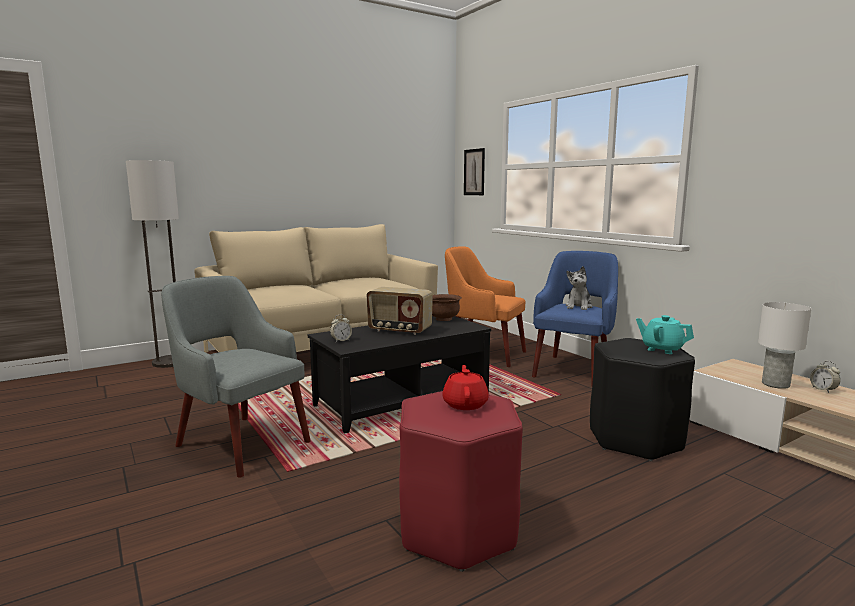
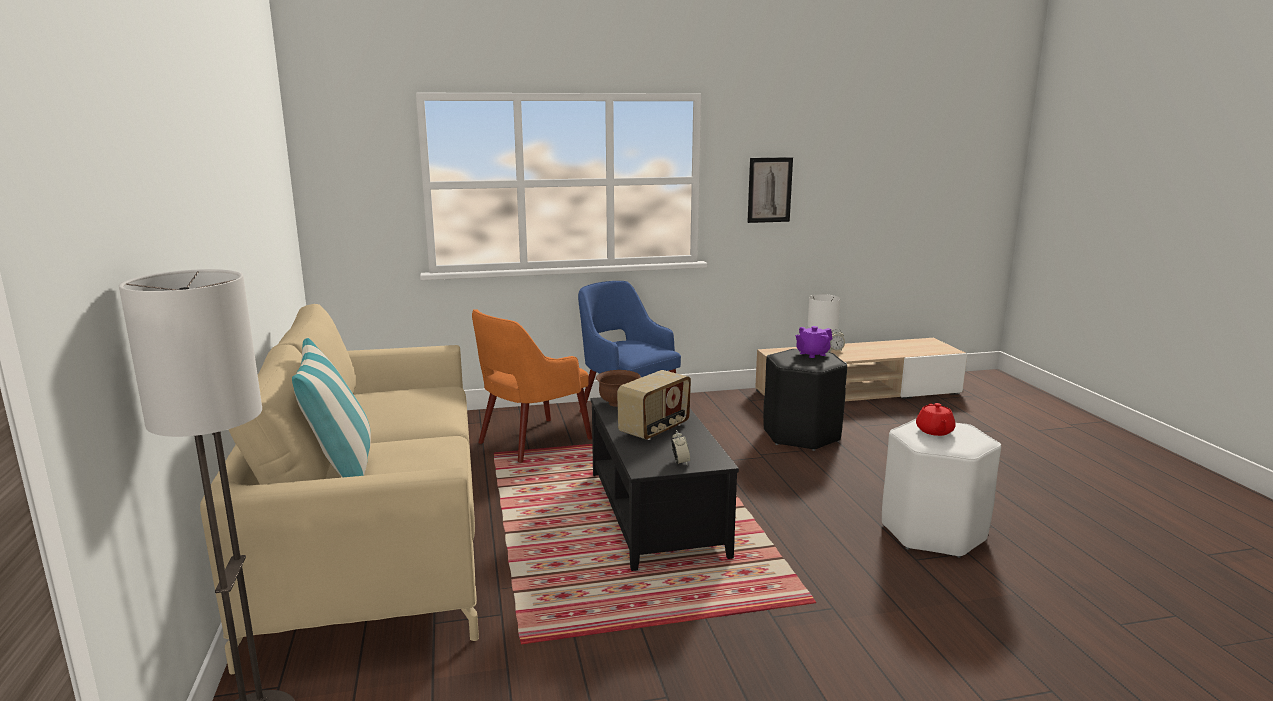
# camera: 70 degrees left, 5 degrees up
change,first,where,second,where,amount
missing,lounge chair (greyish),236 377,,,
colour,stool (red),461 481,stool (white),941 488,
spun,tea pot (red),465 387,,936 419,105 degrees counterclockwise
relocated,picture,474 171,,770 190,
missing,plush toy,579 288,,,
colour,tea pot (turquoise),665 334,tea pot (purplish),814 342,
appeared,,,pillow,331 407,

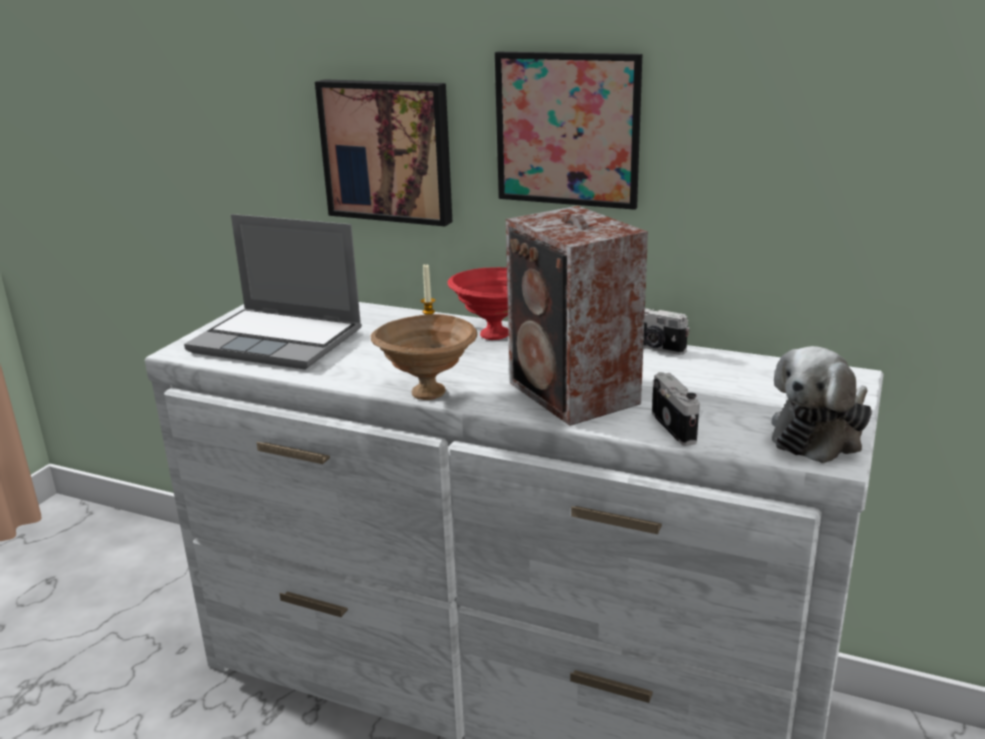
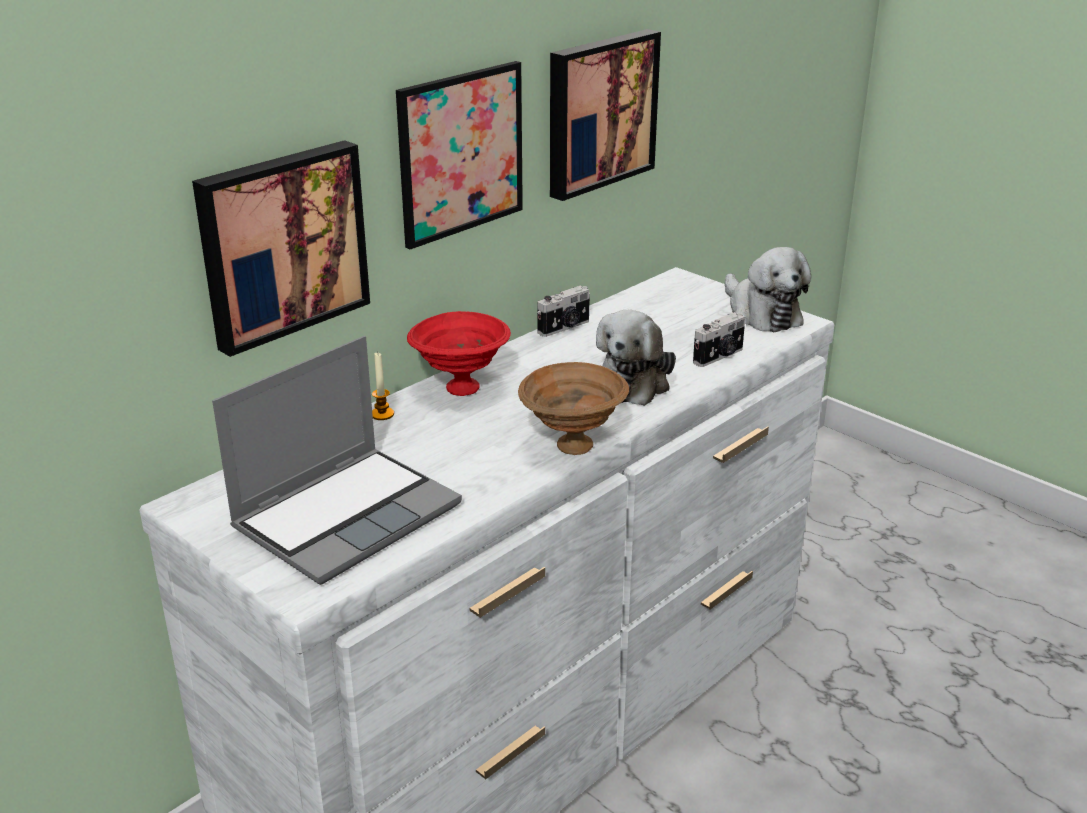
# camera: 70 degrees left, 5 degrees up
change,first,where,second,where,amount
exchanged,loudspeaker,577 316,plush toy,636 358,
spun,still camera,676 409,,719 339,135 degrees clockwise
appeared,,,picture,605 115,

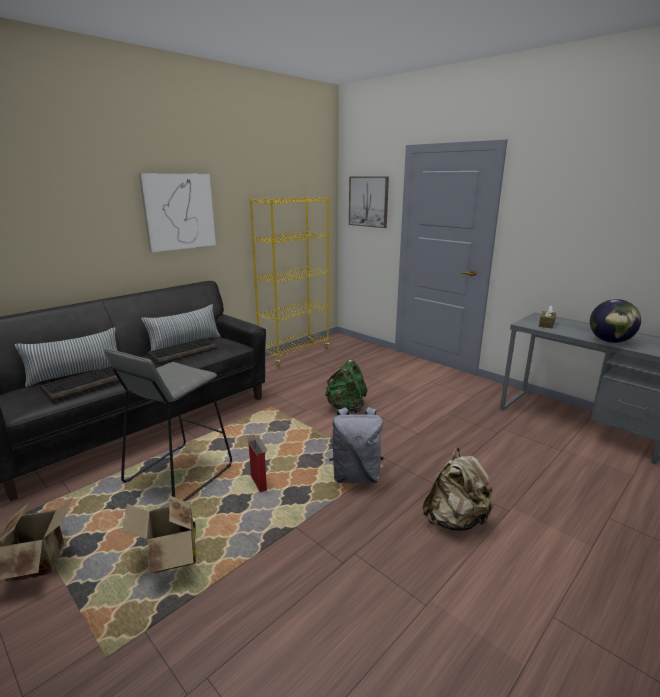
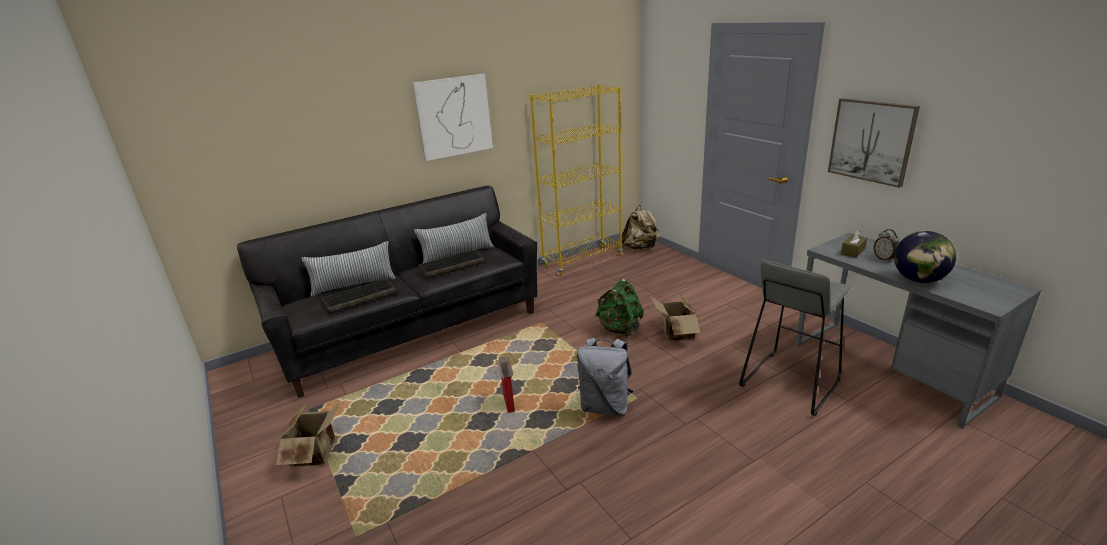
# camera: 15 degrees right, 5 degrees up
change,first,where,second,where,amount
relocated,stool (greyish),168 425,,795 338,
relocated,carton,159 534,,675 317,
relocated,picture,369 202,,874 143,
relocated,knapsack (beige-coloured),458 489,,641 227,
appeared,,,bedside clock,887 245,

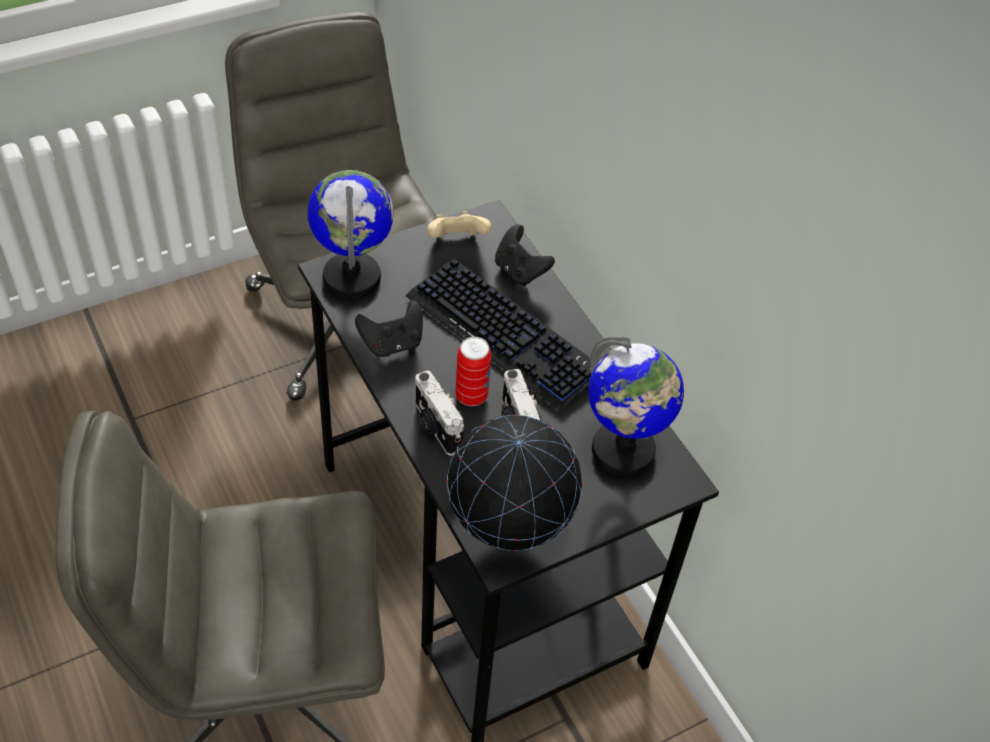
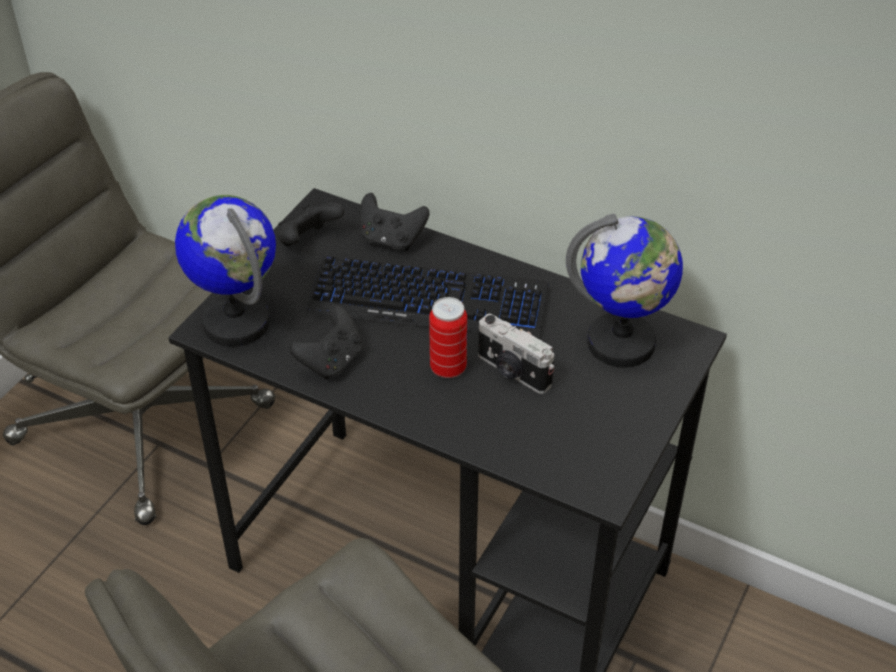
# camera: 30 degrees left, 5 degrees down
change,first,where,second,where,amount
missing,still camera,439 413,,,
colour,joypad (beige-coloured),459 224,joypad (blackish),310 224,
missing,globe,514 482,,,

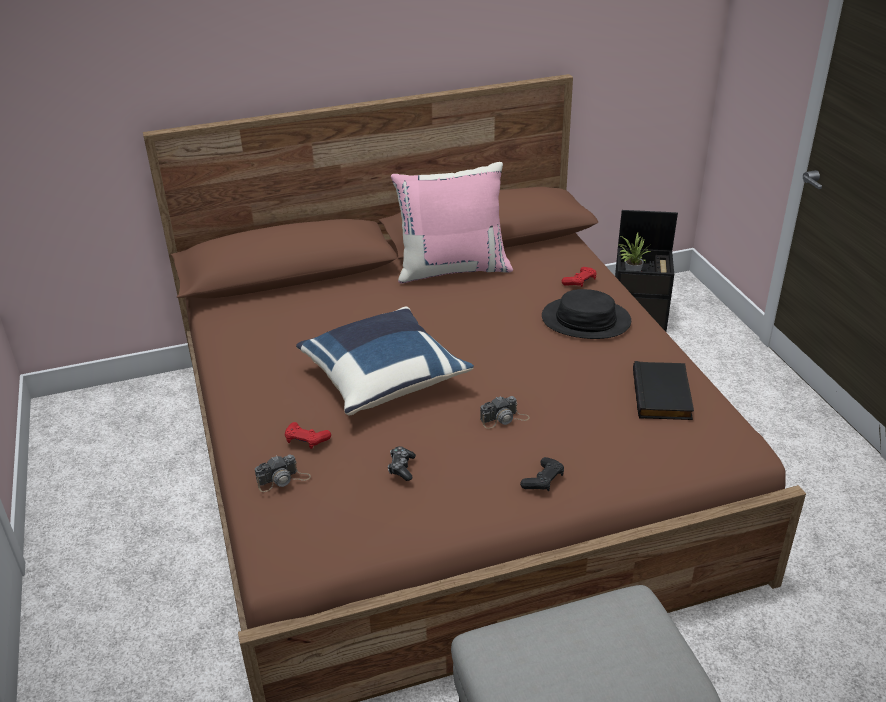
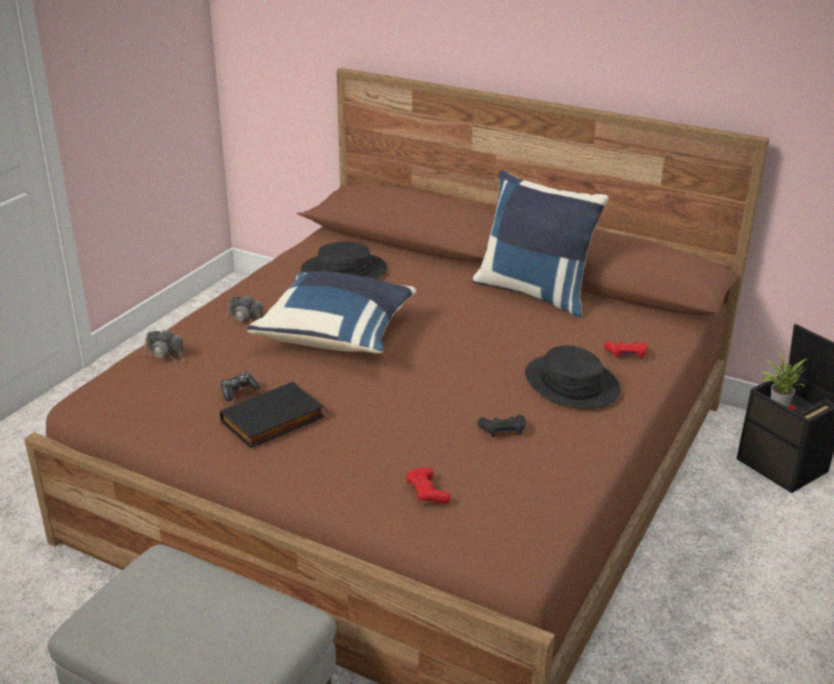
# camera: 45 degrees right, 5 degrees down
change,first,where,second,where,amount
relocated,joypad (red),308 435,,428 486,
colour,pillow (pink),452 223,pillow (blue-coloured),540 243,
relocated,still camera,505 412,,244 309,
relocated,joypad (blackish),542 474,,501 426,
relocated,bound book (blackish),663 390,,272 415,
appeared,,,wearable hat (blackish),344 260,

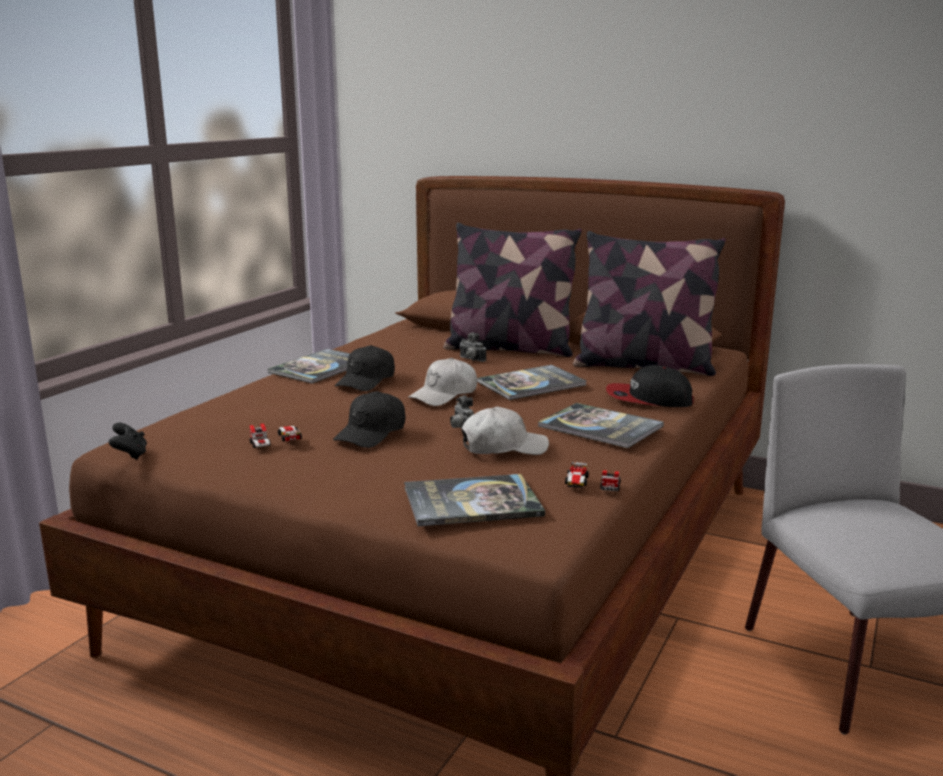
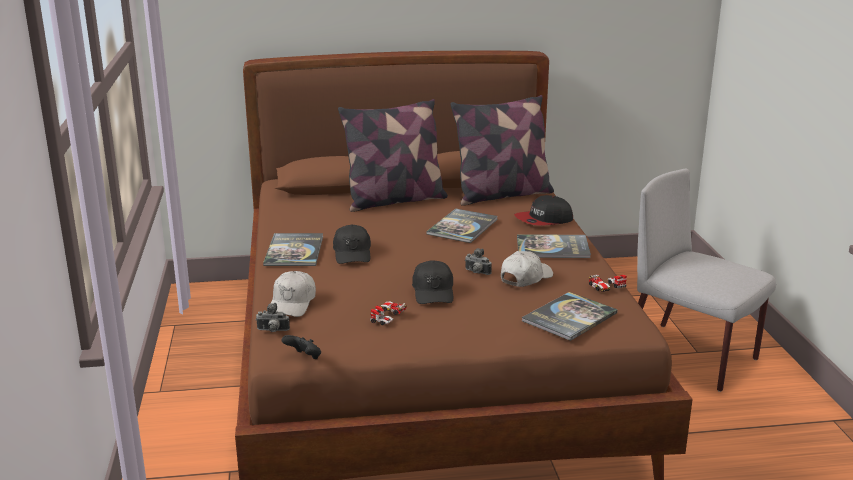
# camera: 35 degrees left, 5 degrees up
change,first,where,second,where,amount
relocated,cap (white),442 382,,293 294,
relocated,still camera,473 347,,273 317,

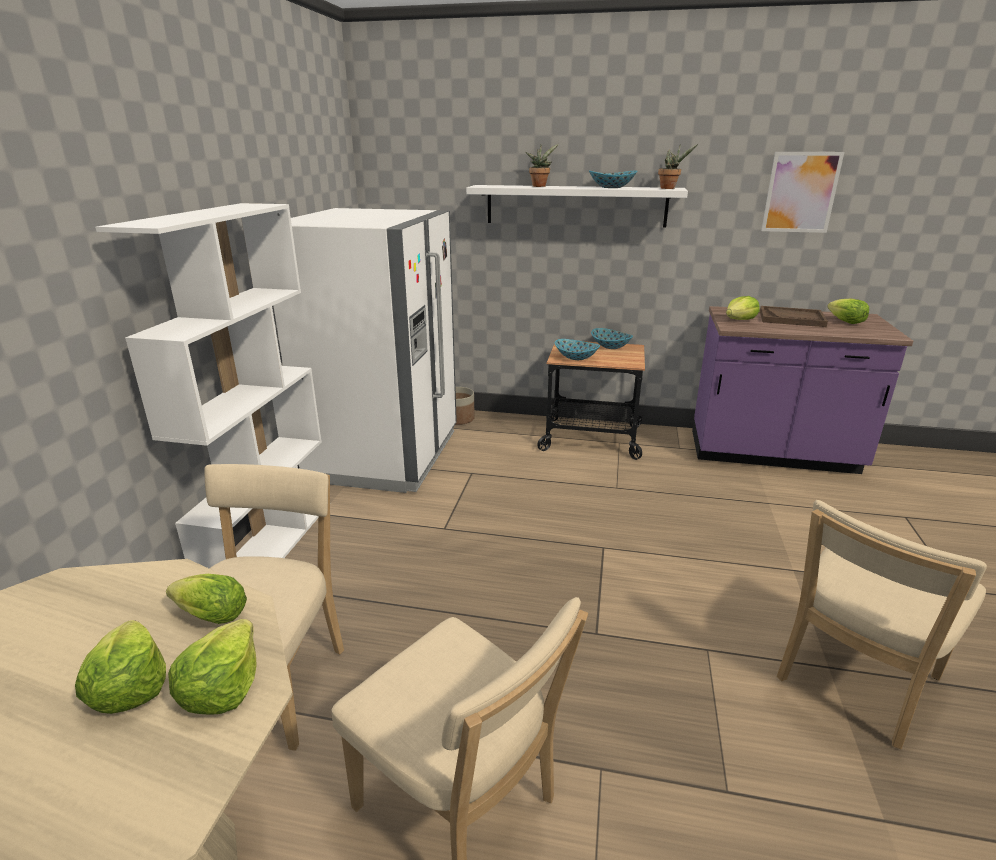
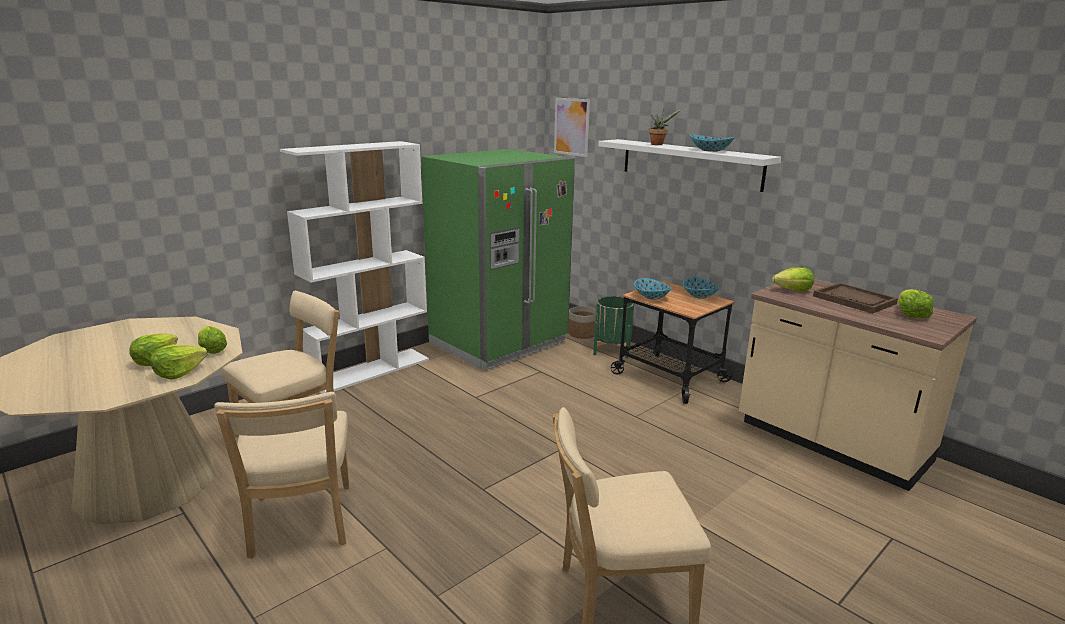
# camera: 35 degrees right, 5 degrees down
change,first,where,second,where,amount
colour,fridge (white),365 350,fridge (green),498 259,
missing,houseplant,678 166,,,
colour,kitchen base unit (purplish),802 390,kitchen base unit (beige-coloured),858 385,
relocated,picture,802 192,,572 127,
appeared,,,plant pot (green),613 327,

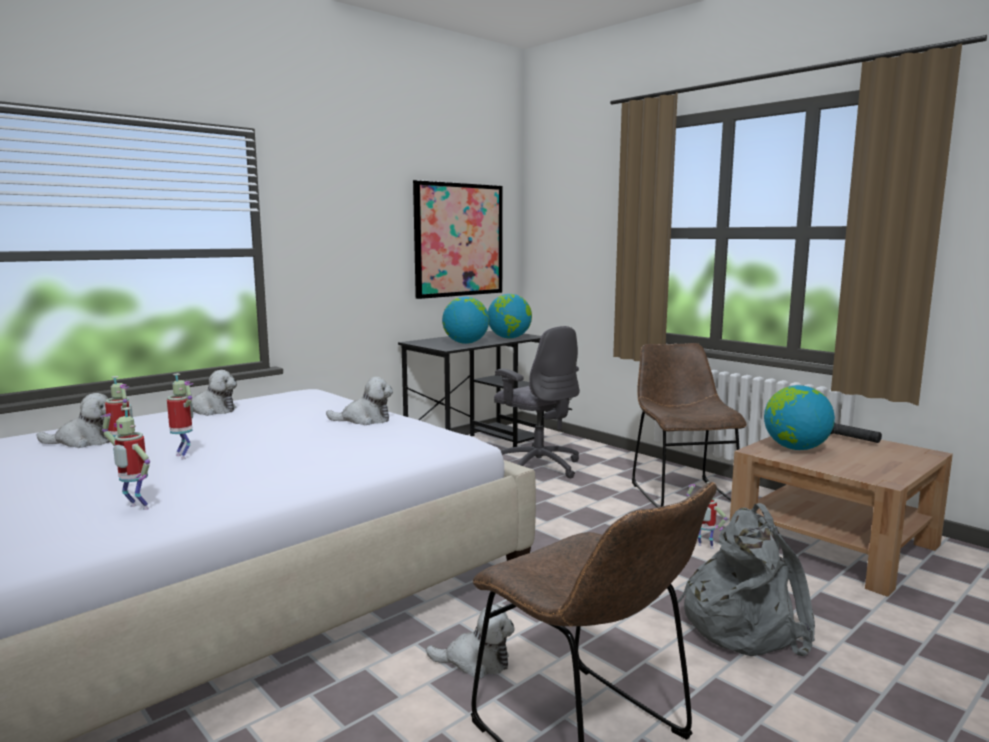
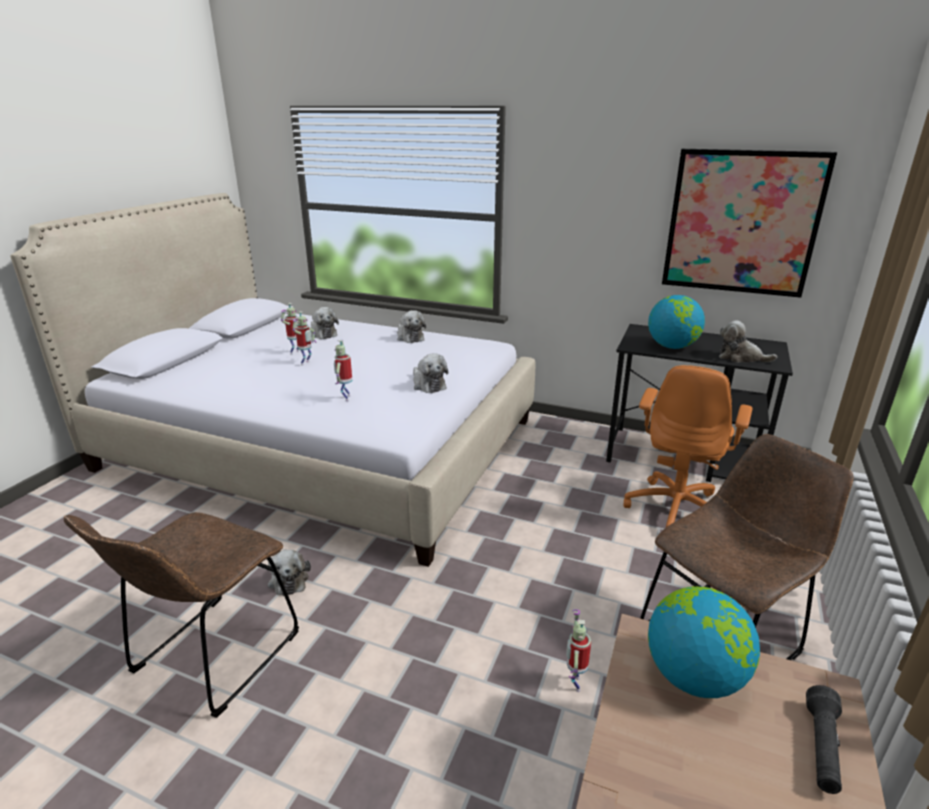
# camera: 65 degrees right, 15 degrees up
change,first,where,second,where,amount
relocated,model robot,125 458,,343 370,
exchanged,globe,510 316,plush toy,748 341,
colour,desk chair (greyish),537 402,desk chair (orange),688 446,
missing,knapsack (greyish),746 579,,,

